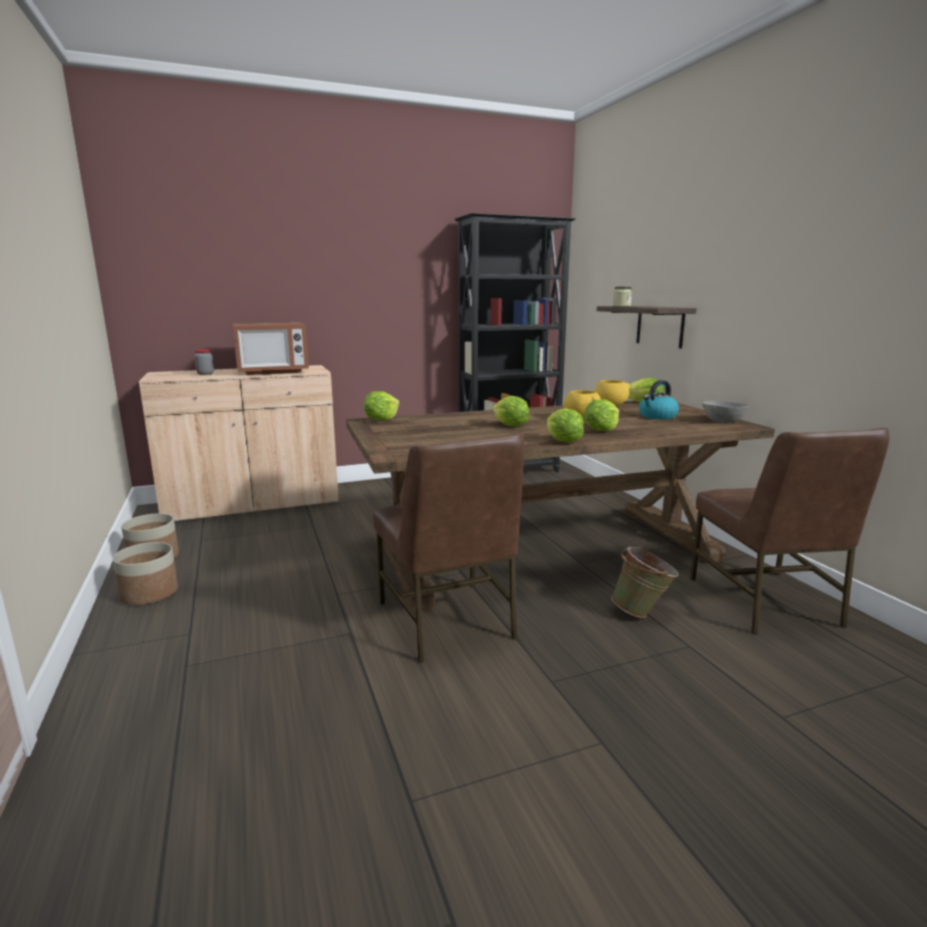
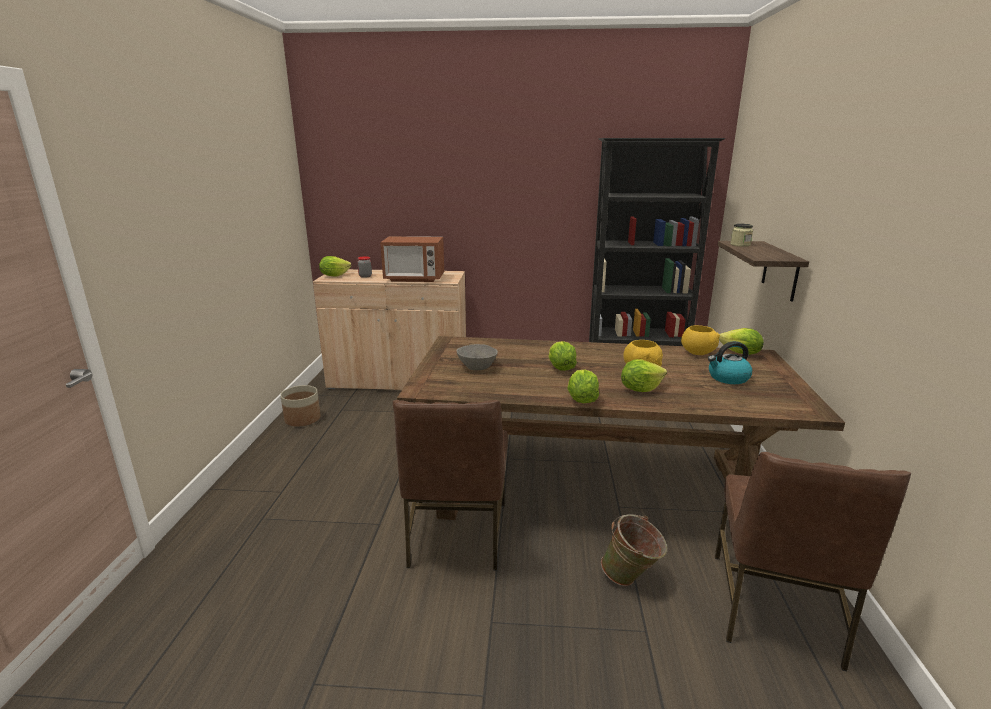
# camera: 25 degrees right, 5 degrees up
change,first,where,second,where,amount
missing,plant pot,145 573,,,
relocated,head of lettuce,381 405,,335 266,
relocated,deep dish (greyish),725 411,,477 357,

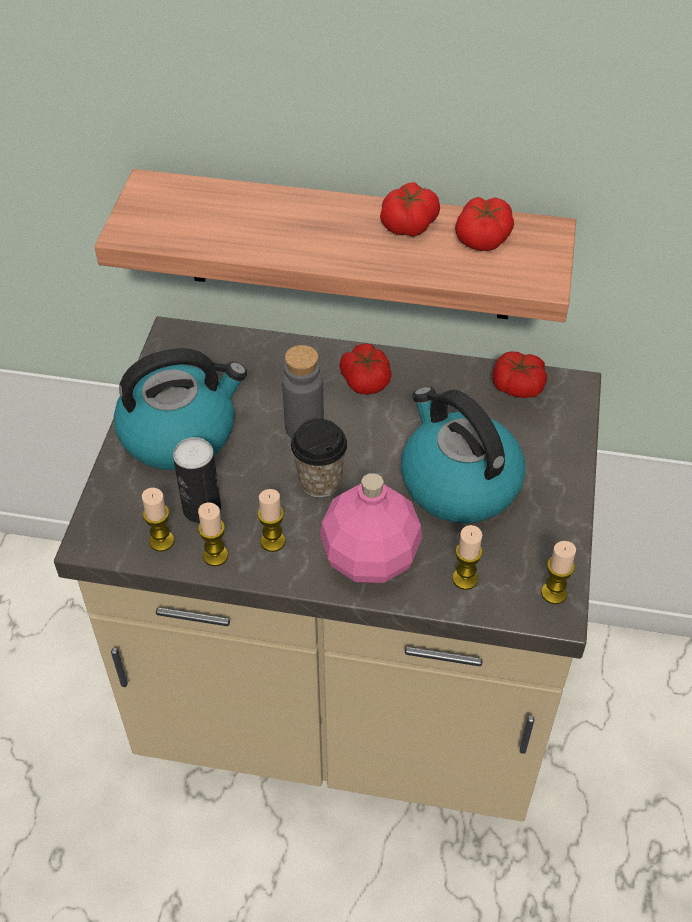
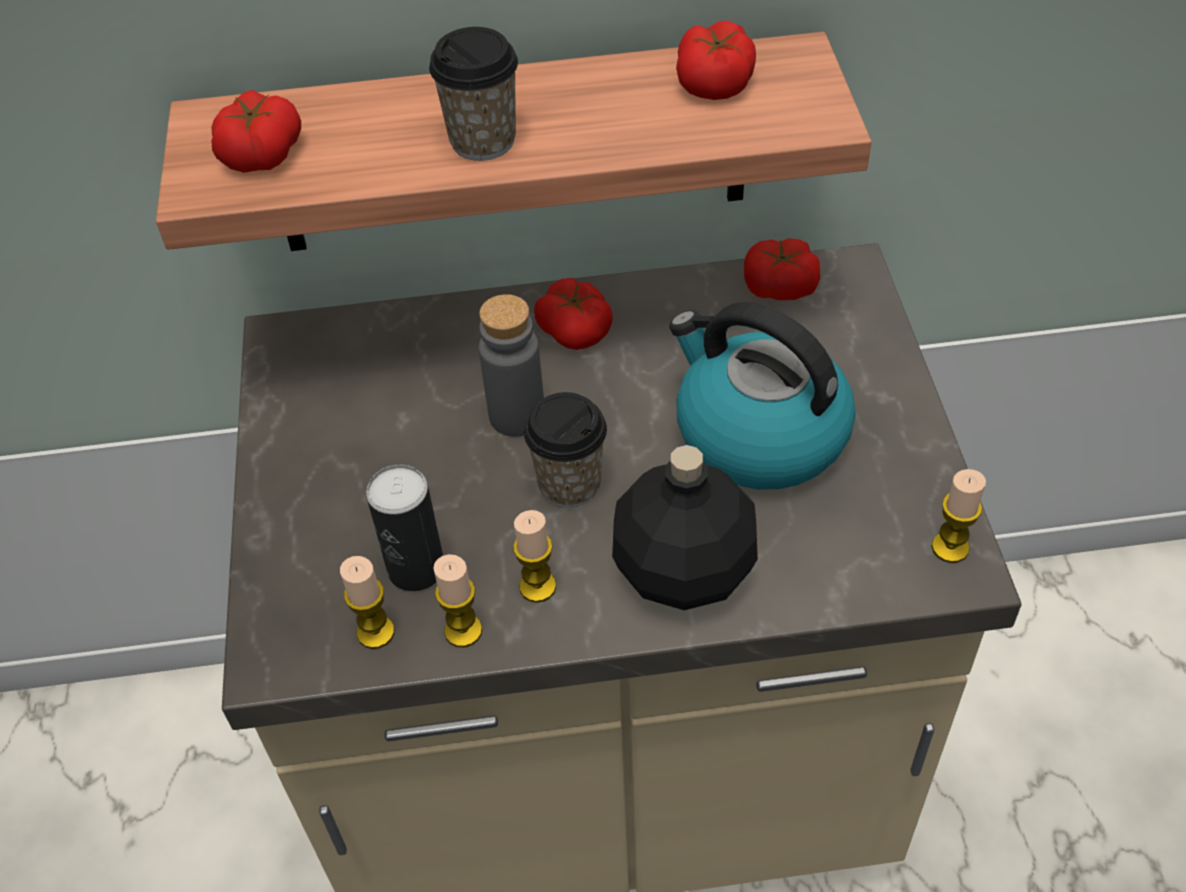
# camera: 15 degrees left, 0 degrees up
change,first,where,second,where,amount
missing,tea kettle,180 409,,,
colour,drink bottle (pink),371 528,drink bottle (blackish),685 527,
relocated,fresh tomato,410 209,,256 131,
missing,wax candle,467 557,,,
appeared,,,small cup,473 94,

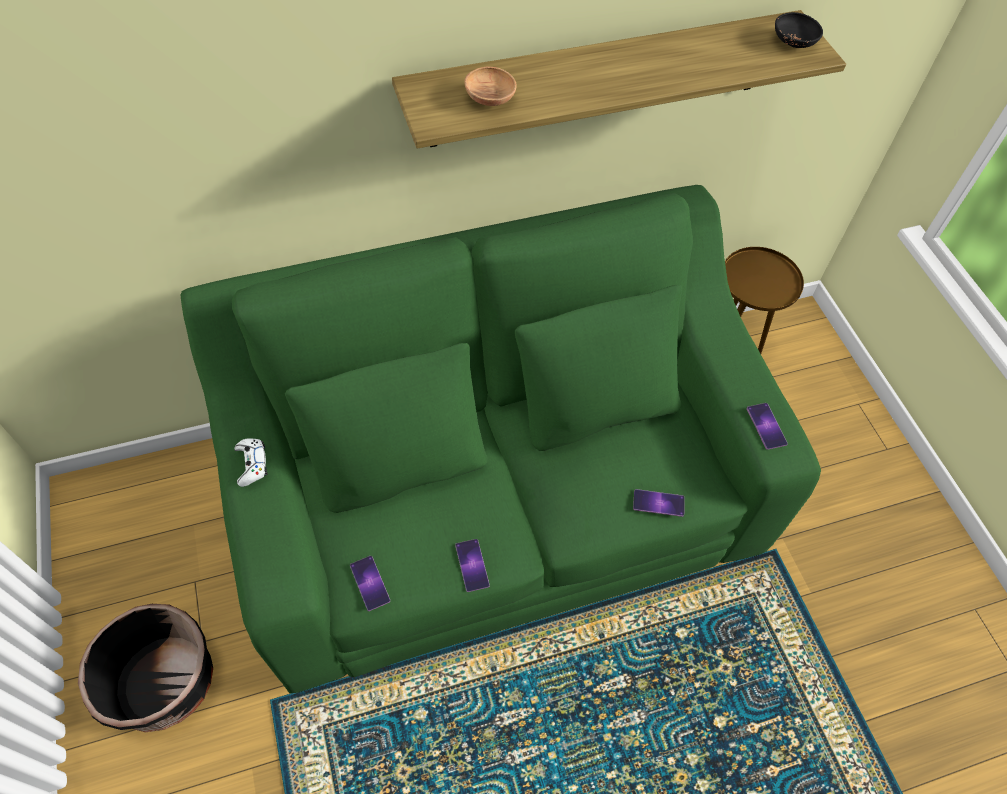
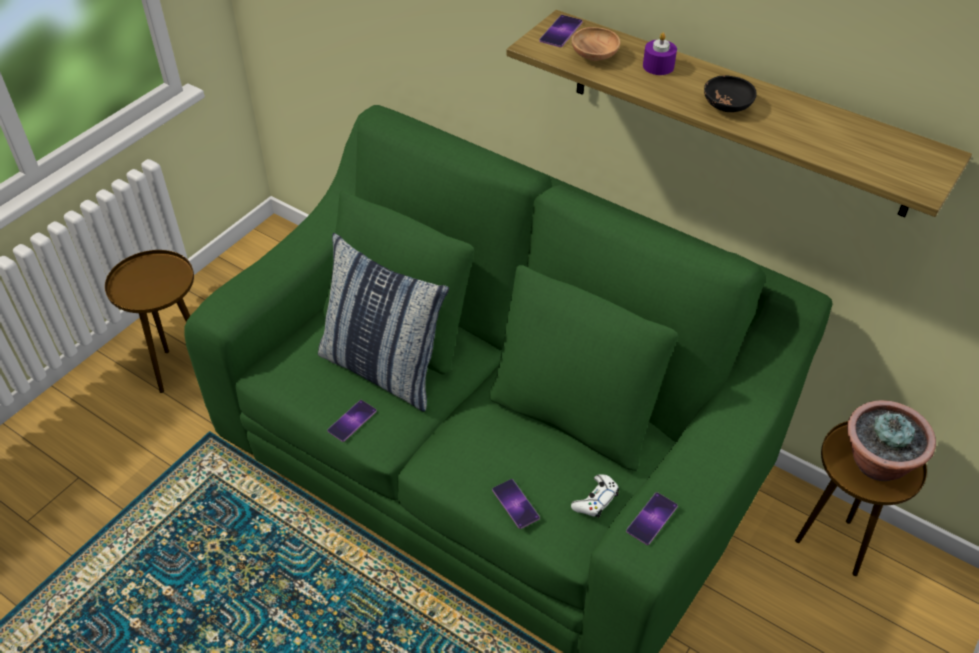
# camera: 55 degrees right, 10 degrees down
change,first,where,second,where,amount
exchanged,plant pot (blackish),145 668,side table (brownish),149 321,
relocated,joypad (white),251 462,,595 496,
relocated,handset,370 583,,561 31,
relocated,deep dish (blackish),799 30,,730 94,
appeared,,,pillow,383 322,
appeared,,,wax candle (purplish),660 53,
appeared,,,houseplant,891 440,

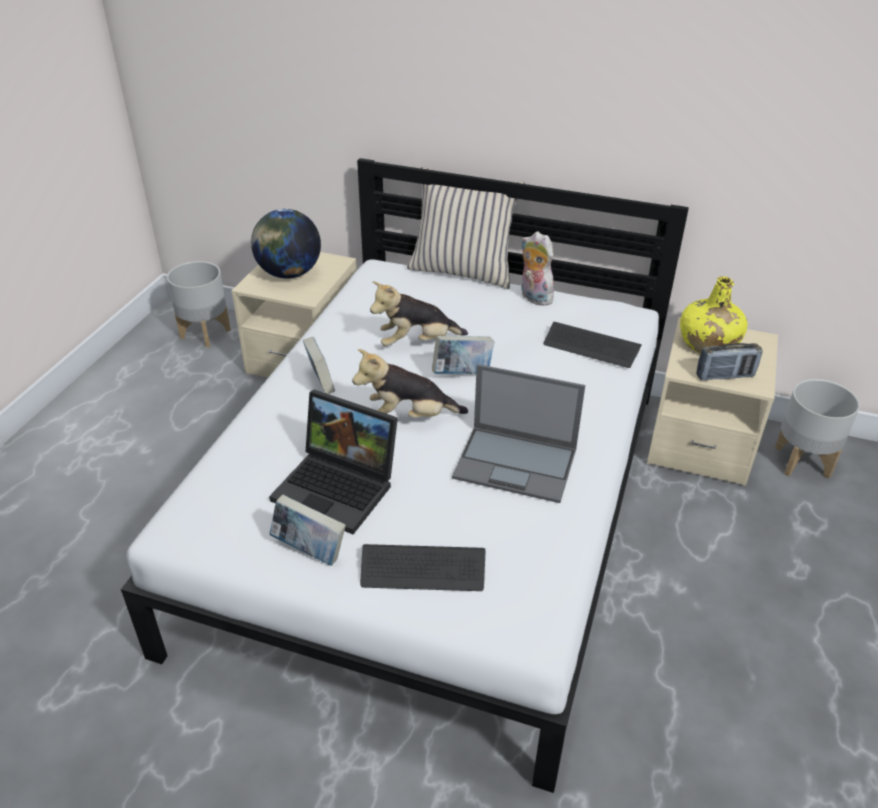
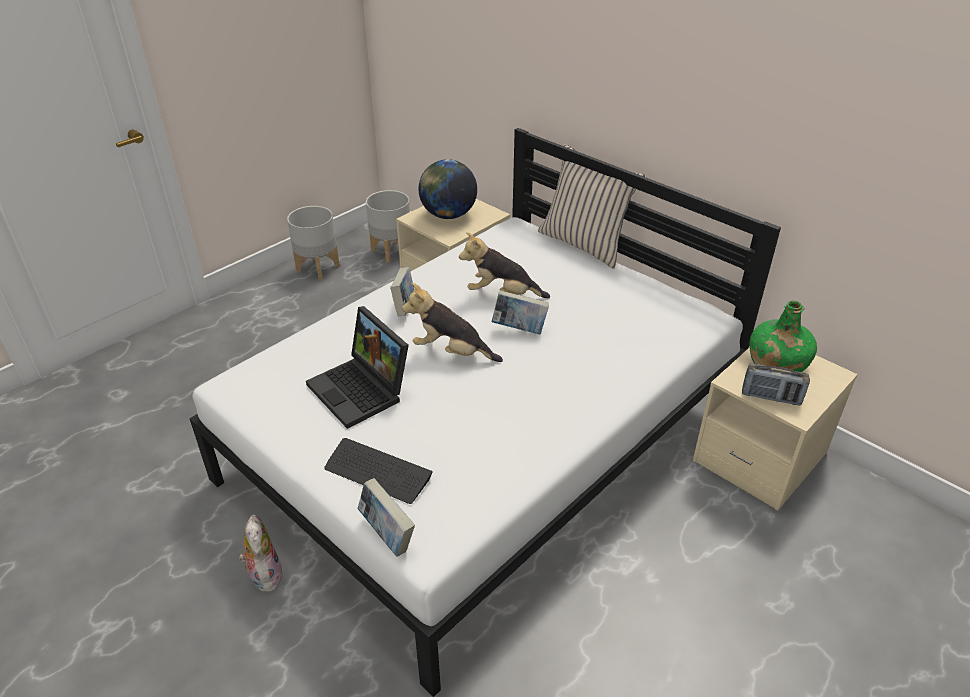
# camera: 25 degrees right, 0 degrees up
change,first,where,second,where,amount
relocated,bound book,307 530,,386 517,
missing,notebook computer,518 433,,,
relocated,plush toy,537 268,,261 553,
missing,PC keyboard,593 345,,,
colour,drink bottle (yellow-coloured),714 315,drink bottle (green),783 336,
relocated,plant pot (greyish),817 429,,313 243,

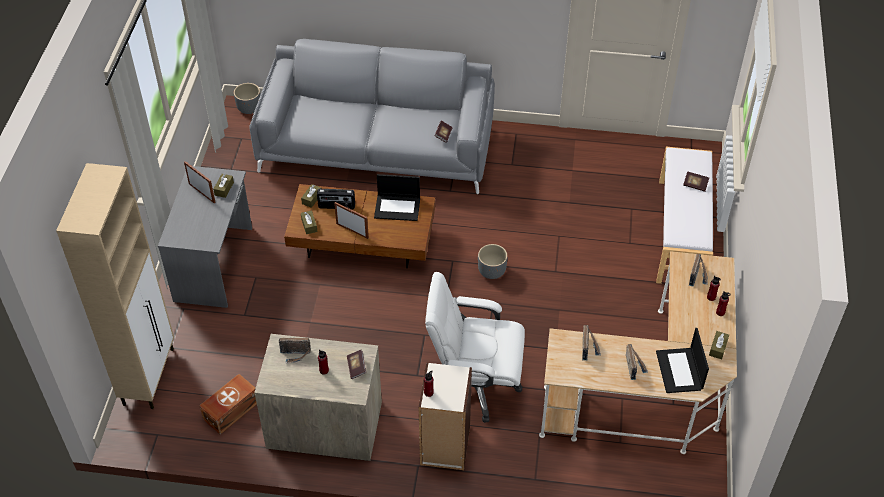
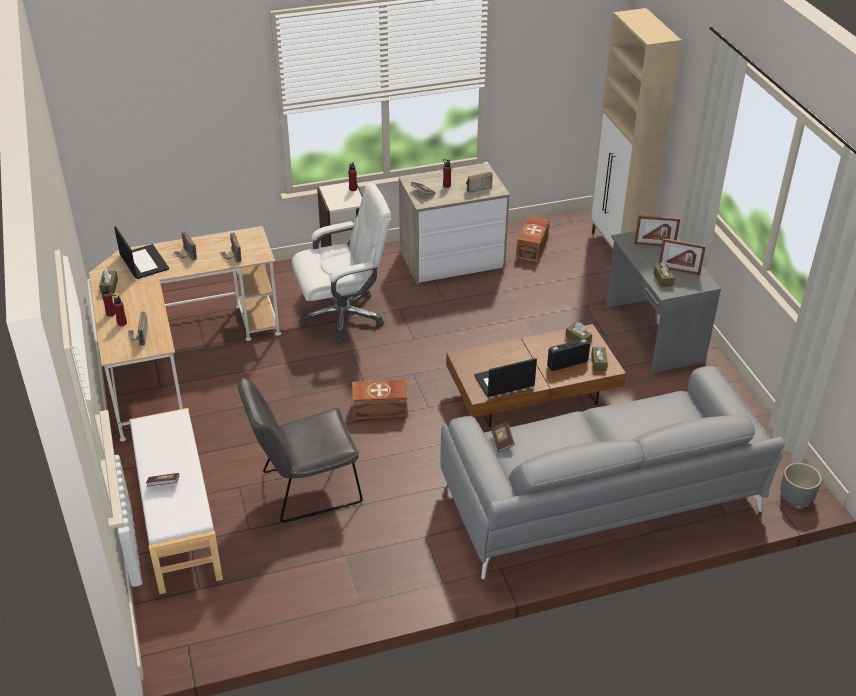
# camera: 155 degrees right, 10 degrees down
change,first,where,second,where,amount
relocated,photo frame,351 220,,657 230,
exchanged,plant pot (greyish),493 261,storage box (brownish),379 400,
appeared,,,chair (greyish),300 449,

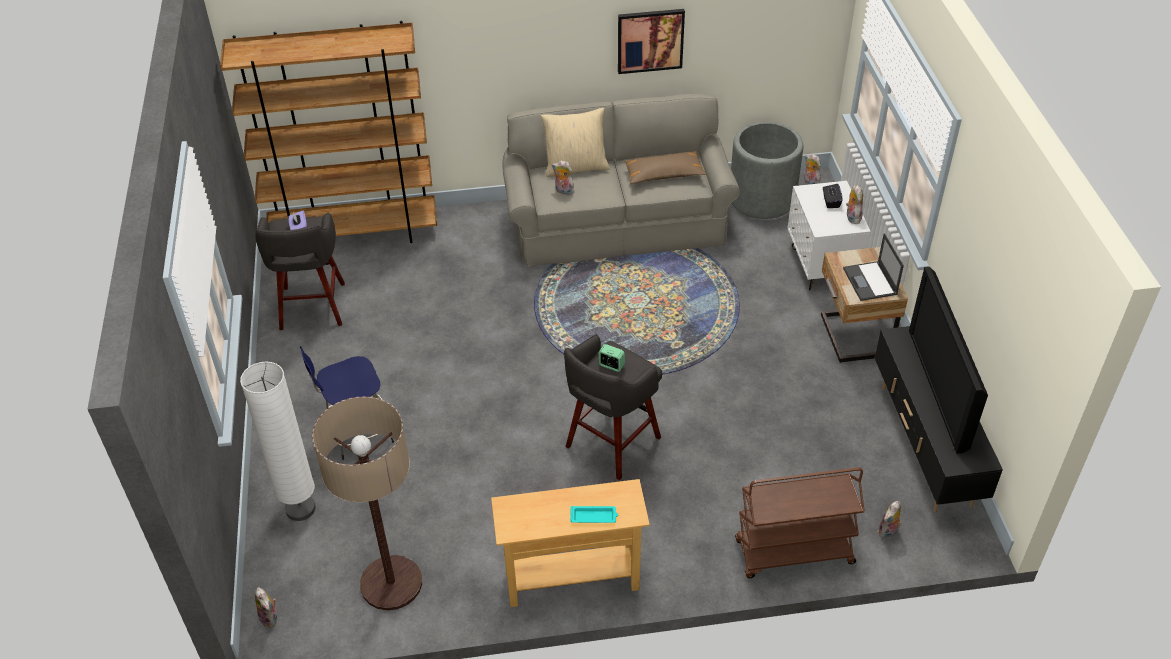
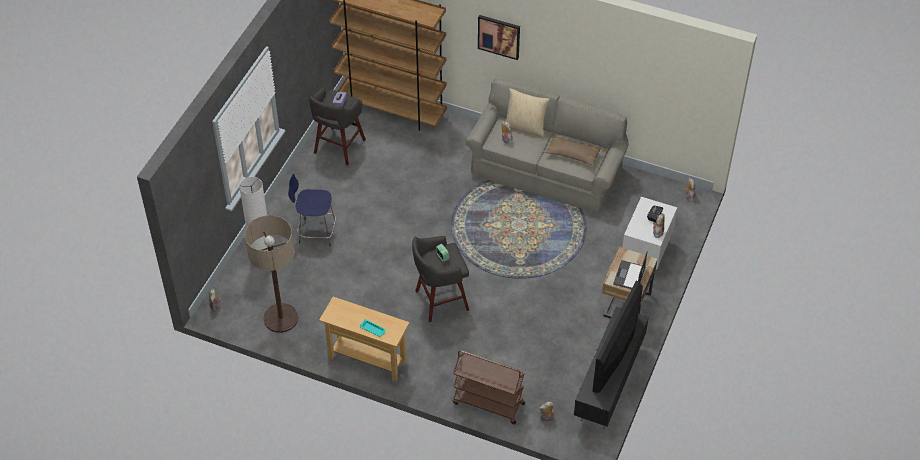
# camera: 30 degrees right, 5 degrees up
change,first,where,second,where,amount
relocated,picture,651 41,,499 37,
missing,plant pot (greyish),767 170,,,

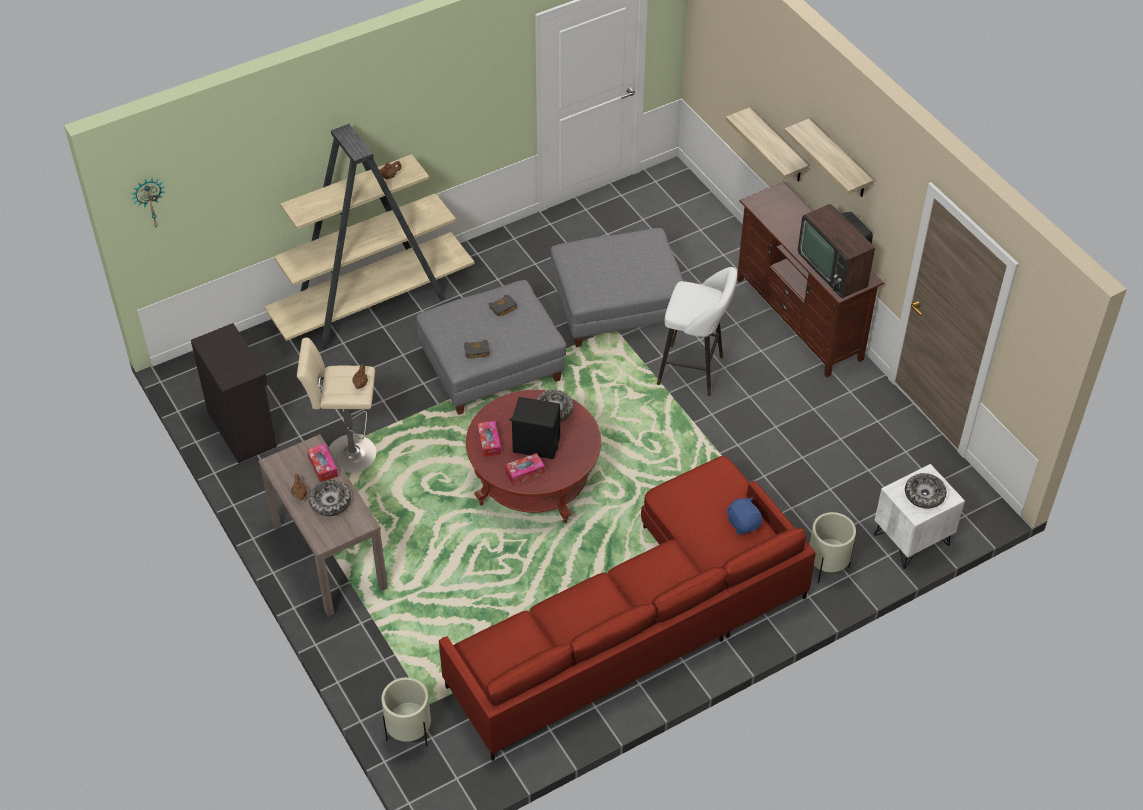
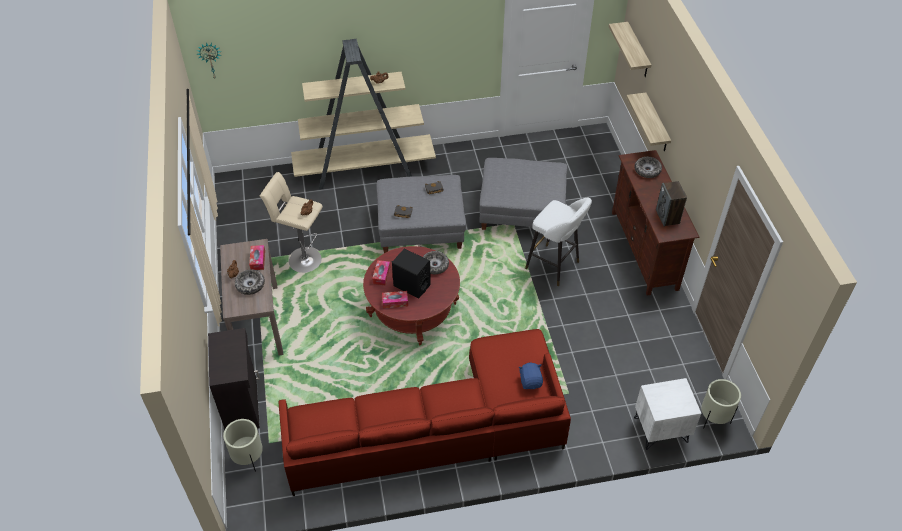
# camera: 20 degrees right, 0 degrees up
change,first,where,second,where,amount
relocated,storage cabinet (blackish),234 393,,234 378,
relocated,wall shelf,829 158,,629 49,
exchanged,TV set,836 251,loudspeaker,671 203,
relocated,plant pot (beige-coloured),832 548,,721 403,
relocated,deep dish,925 491,,648 167,

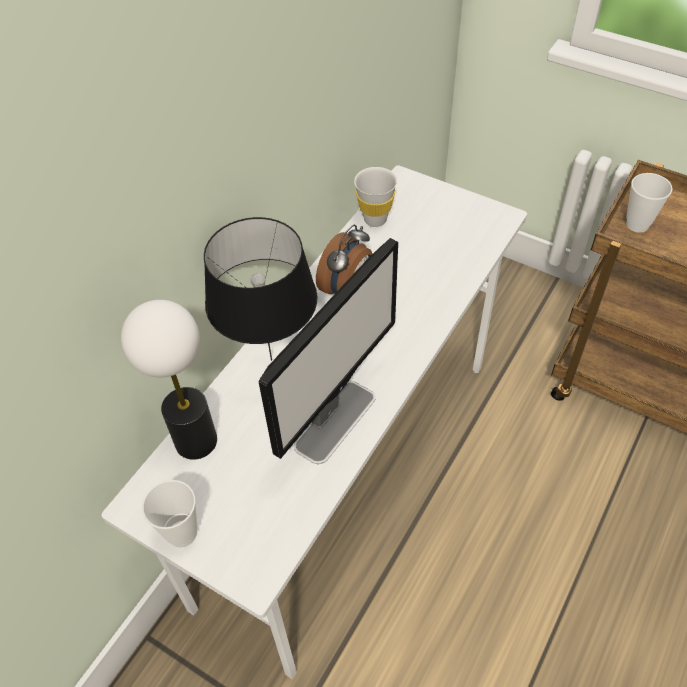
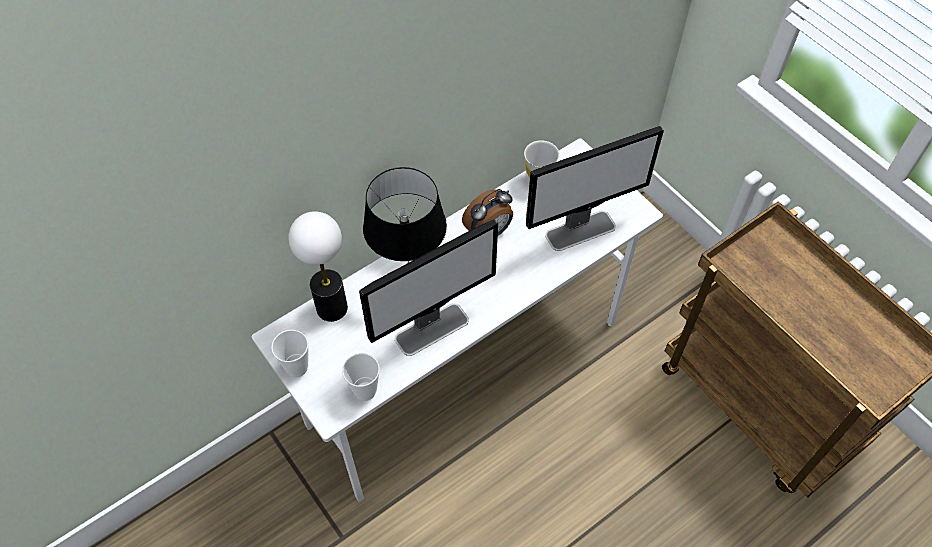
# camera: 20 degrees right, 5 degrees up
change,first,where,second,where,amount
relocated,small cup,649 203,,361 377,
appeared,,,computer display,595 188,

